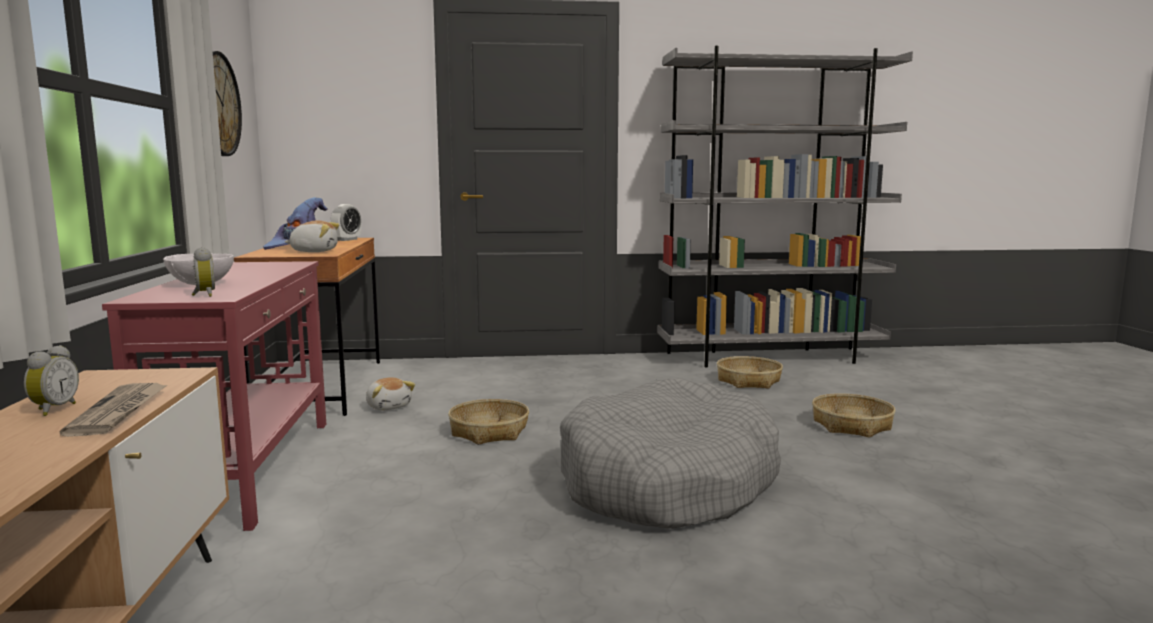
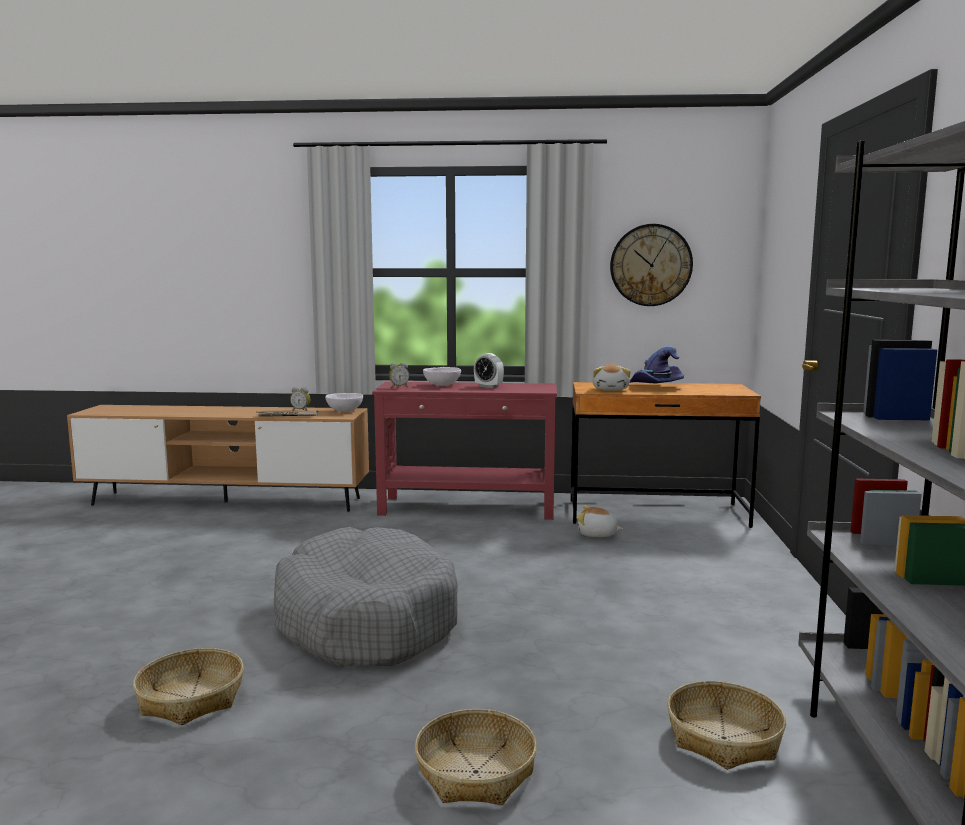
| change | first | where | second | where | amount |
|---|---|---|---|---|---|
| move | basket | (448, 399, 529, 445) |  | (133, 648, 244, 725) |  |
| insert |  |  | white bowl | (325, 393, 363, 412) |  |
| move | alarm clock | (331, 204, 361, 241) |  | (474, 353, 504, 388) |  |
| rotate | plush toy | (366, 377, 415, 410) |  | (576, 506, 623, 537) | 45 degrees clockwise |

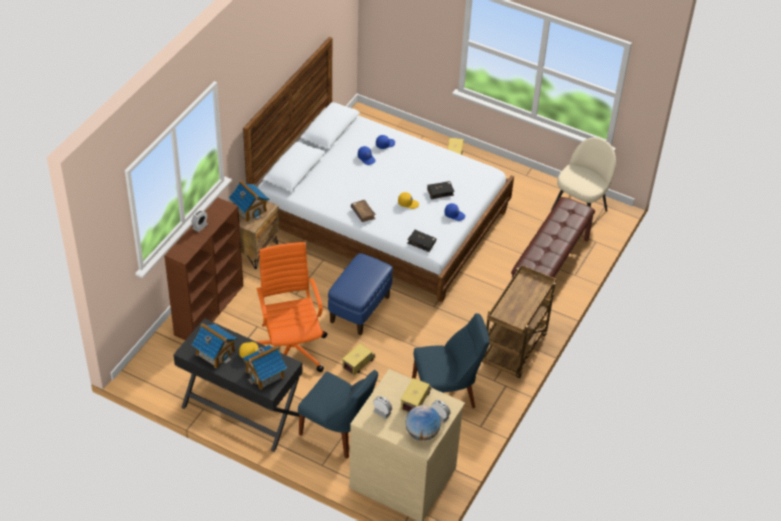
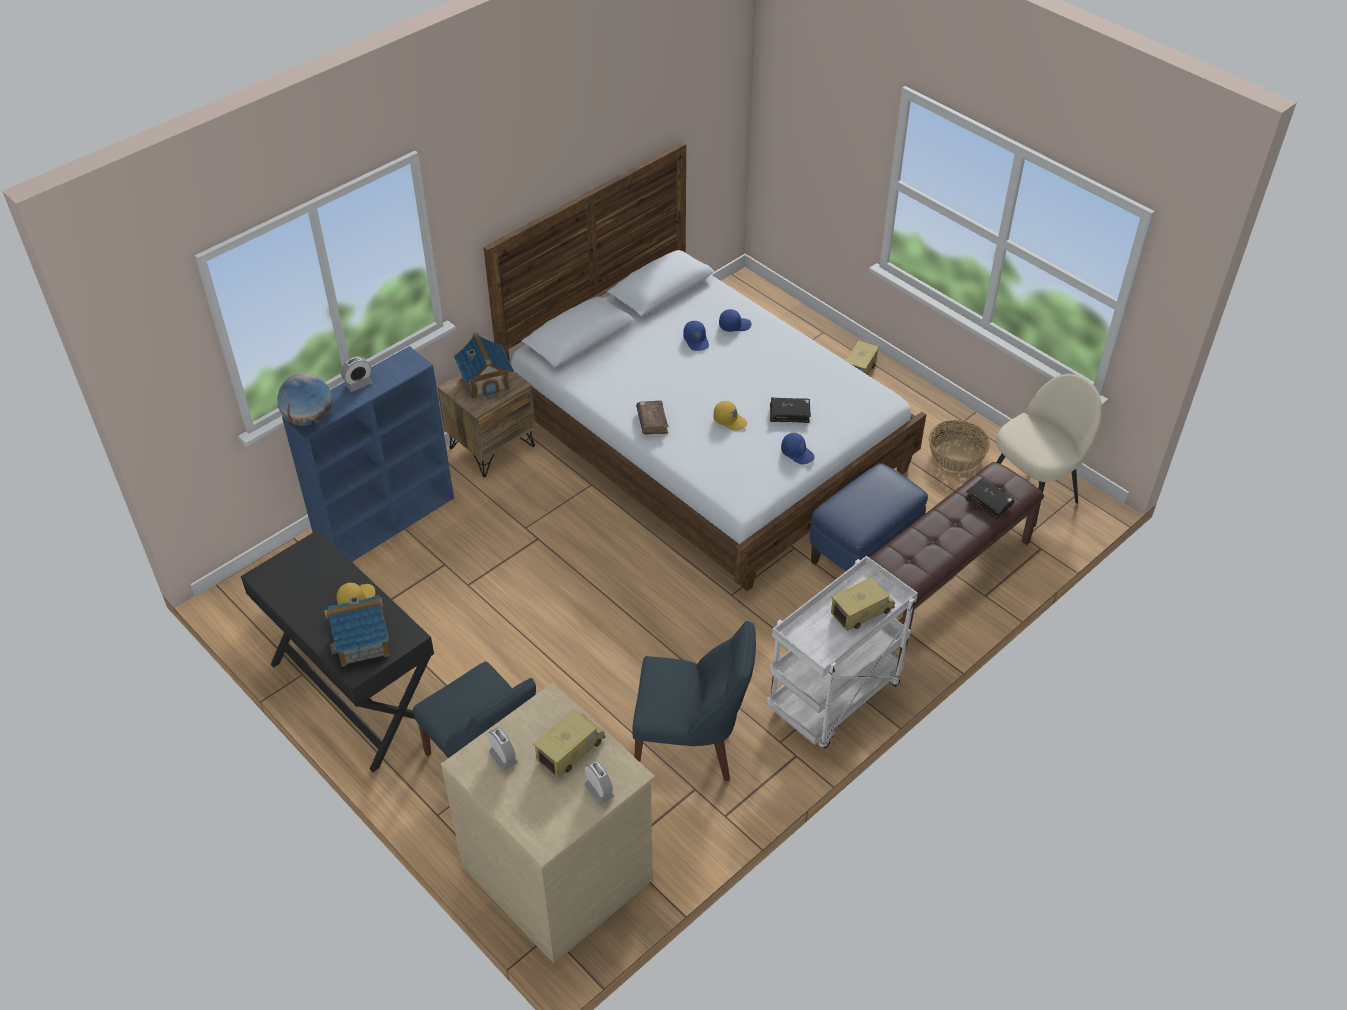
| change | first | where | second | where | amount |
|---|---|---|---|---|---|
| move | globe | (405, 405, 441, 441) |  | (277, 373, 332, 427) |  |
| recolor | brown bookcase | (164, 198, 243, 340) | blue bookcase | (282, 346, 454, 562) |  |
| recolor | brown cart | (482, 265, 556, 378) | white cart | (767, 556, 918, 748) |  |
| move | blue ottoman | (328, 253, 393, 336) |  | (810, 464, 928, 571) |  |
| move | toy truck | (342, 343, 376, 375) |  | (831, 577, 895, 631) |  |
| insert |  |  | basket | (929, 420, 990, 472) |  |
| move | black book | (407, 230, 436, 252) |  | (965, 478, 1015, 520) |  |
| delete | toy house | (192, 323, 237, 368) |  |  |  |
| delete | orange office chair | (256, 242, 327, 372) |  |  |  |

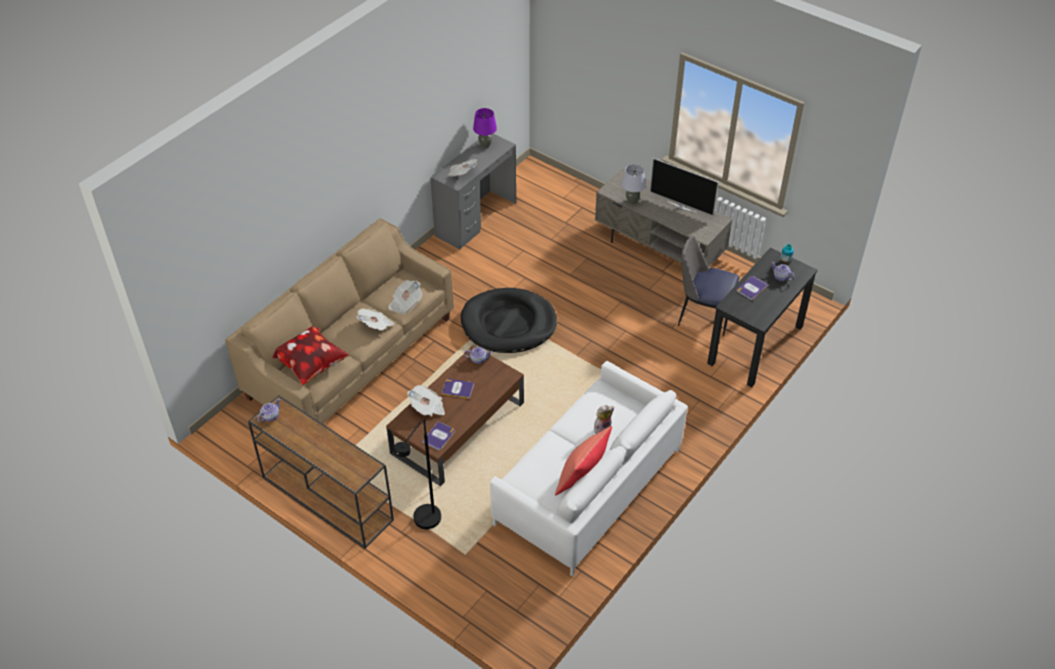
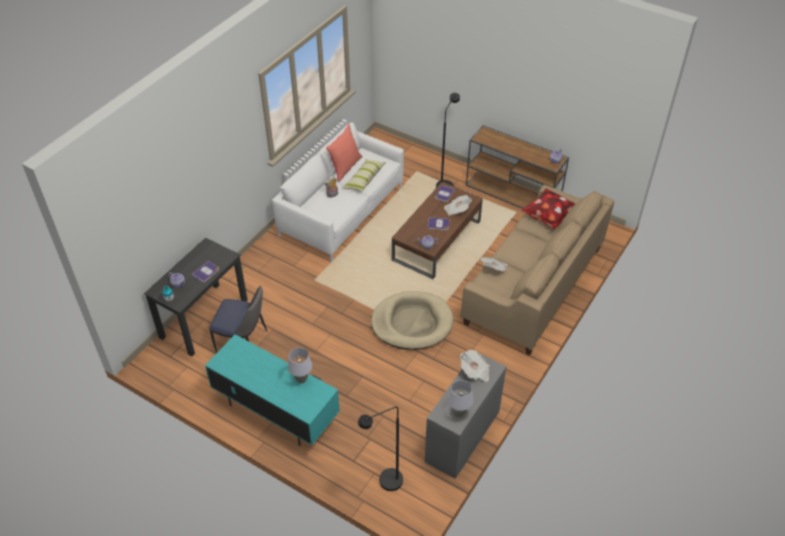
| change | first | where | second | where | amount |
|---|---|---|---|---|---|
| recolor | grey tv stand | (595, 168, 733, 267) | turquoise tv stand | (205, 334, 340, 446) |  |
| insert |  |  | pillow | (342, 159, 386, 192) |  |
| insert |  |  | black floor lamp | (358, 407, 403, 491) |  |
| recolor | black dog bed | (461, 288, 557, 353) | beige dog bed | (371, 291, 454, 350) |  |
| recolor | purple table lamp | (473, 108, 497, 148) | grey table lamp | (448, 380, 474, 417) |  |
| delete | newspaper | (357, 308, 394, 331) |  |  |  |
| delete | television | (650, 158, 719, 216) |  |  |  |

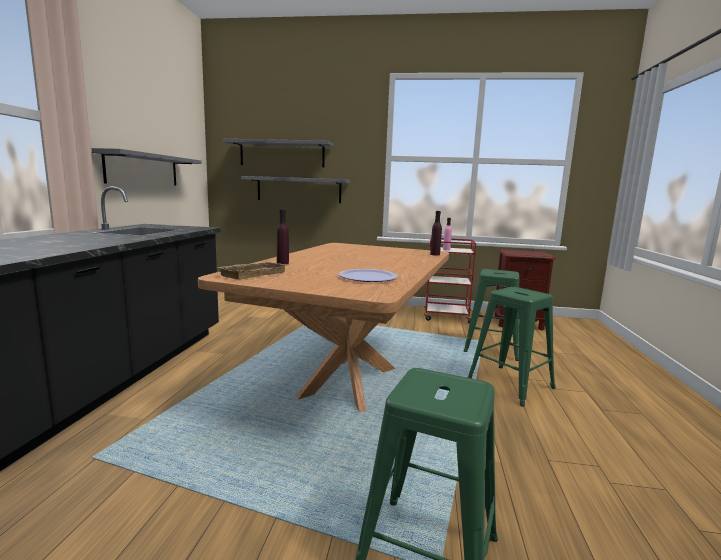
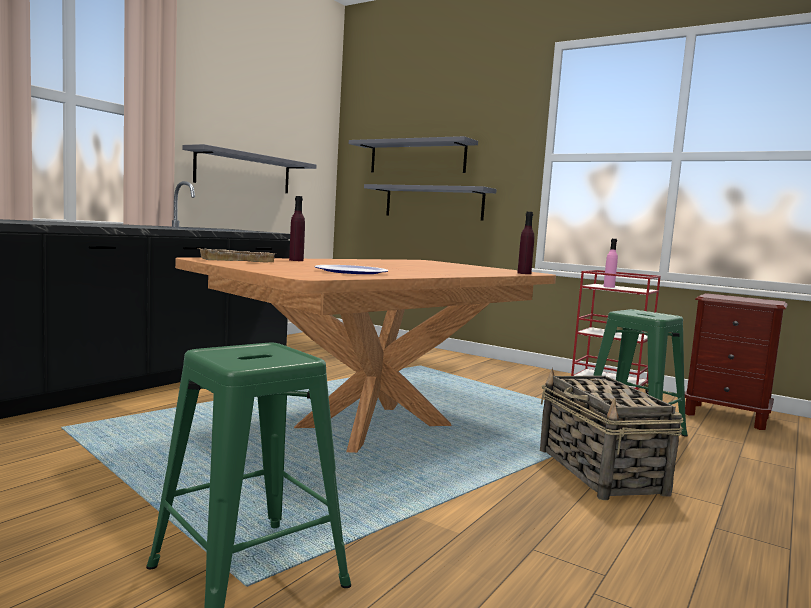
| change | first | where | second | where | amount |
|---|---|---|---|---|---|
| replace | green stool | (468, 287, 556, 407) | basket | (540, 368, 683, 500) |  |

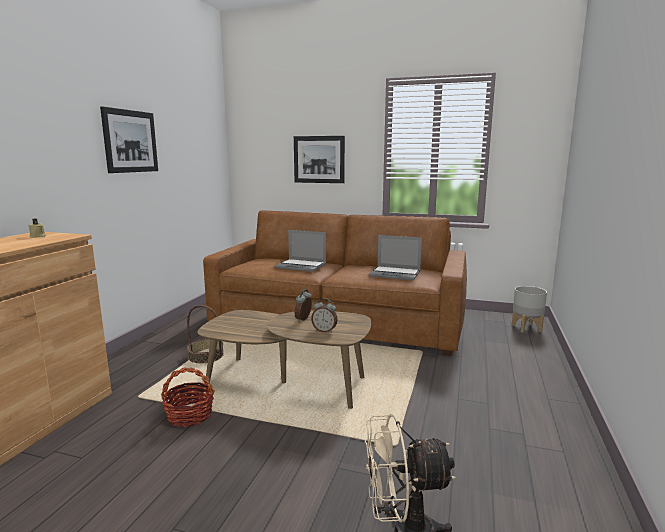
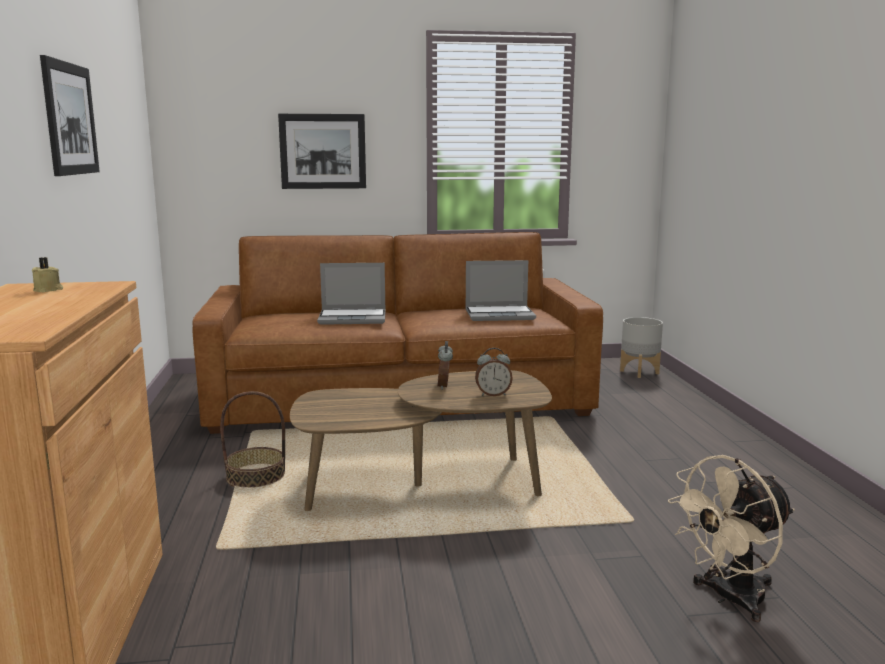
| change | first | where | second | where | amount |
|---|---|---|---|---|---|
| delete | basket | (161, 367, 215, 427) |  |  |  |

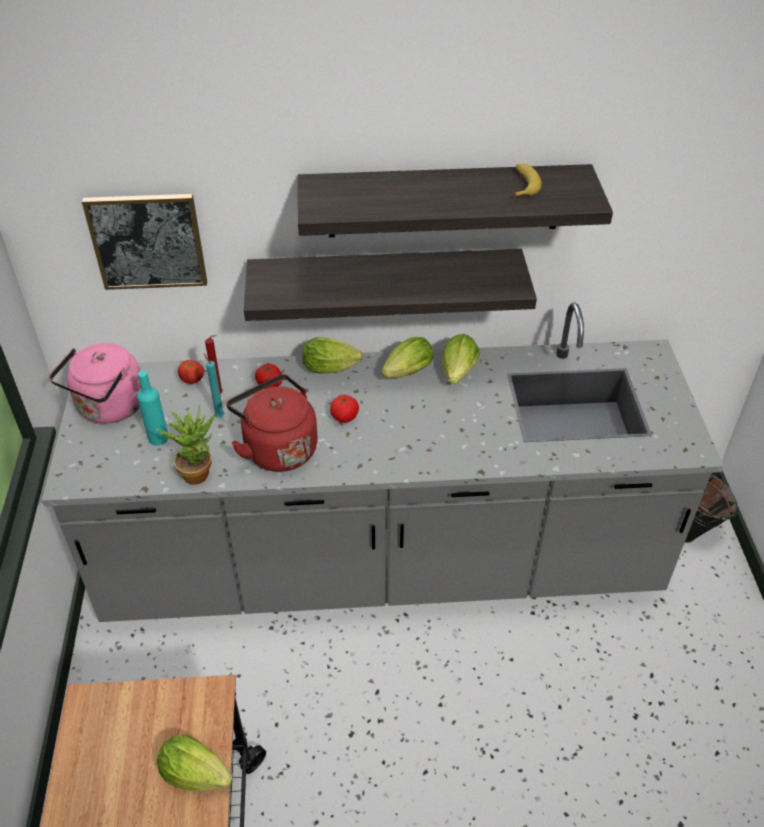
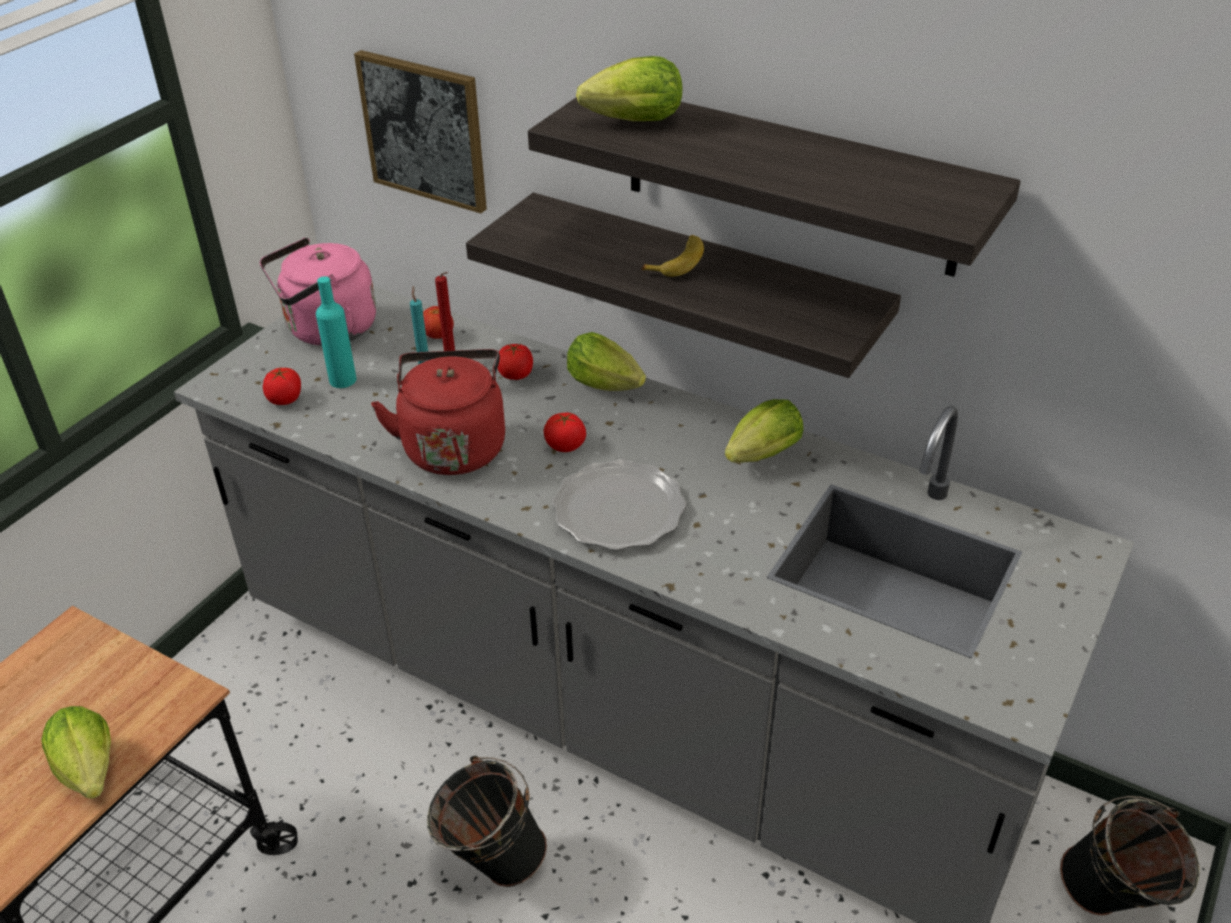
| change | first | where | second | where | amount |
|---|---|---|---|---|---|
| insert |  |  | tomato | (263, 368, 301, 405) |  |
| insert |  |  | black bucket | (427, 756, 547, 887) |  |
| insert |  |  | plate | (552, 459, 686, 550) |  |
| move | lettuce | (381, 337, 433, 378) |  | (576, 56, 682, 121) |  |
| move | banana | (514, 164, 542, 197) |  | (641, 235, 704, 277) |  |
| delete | potted plant | (156, 405, 215, 485) |  |  |  |

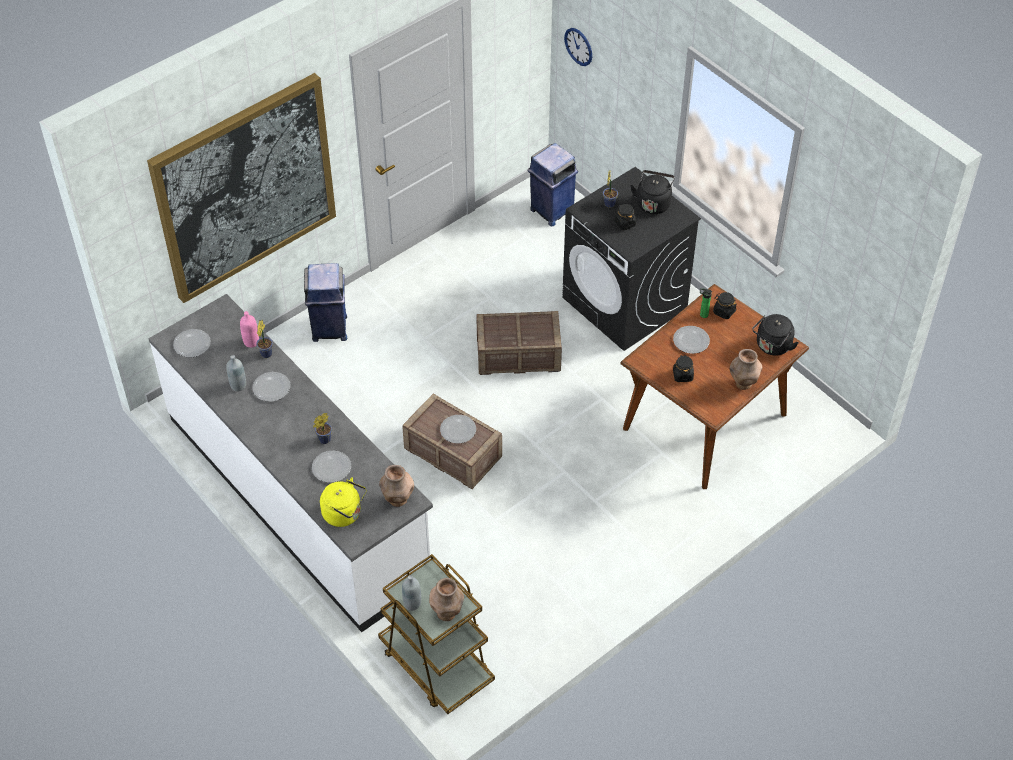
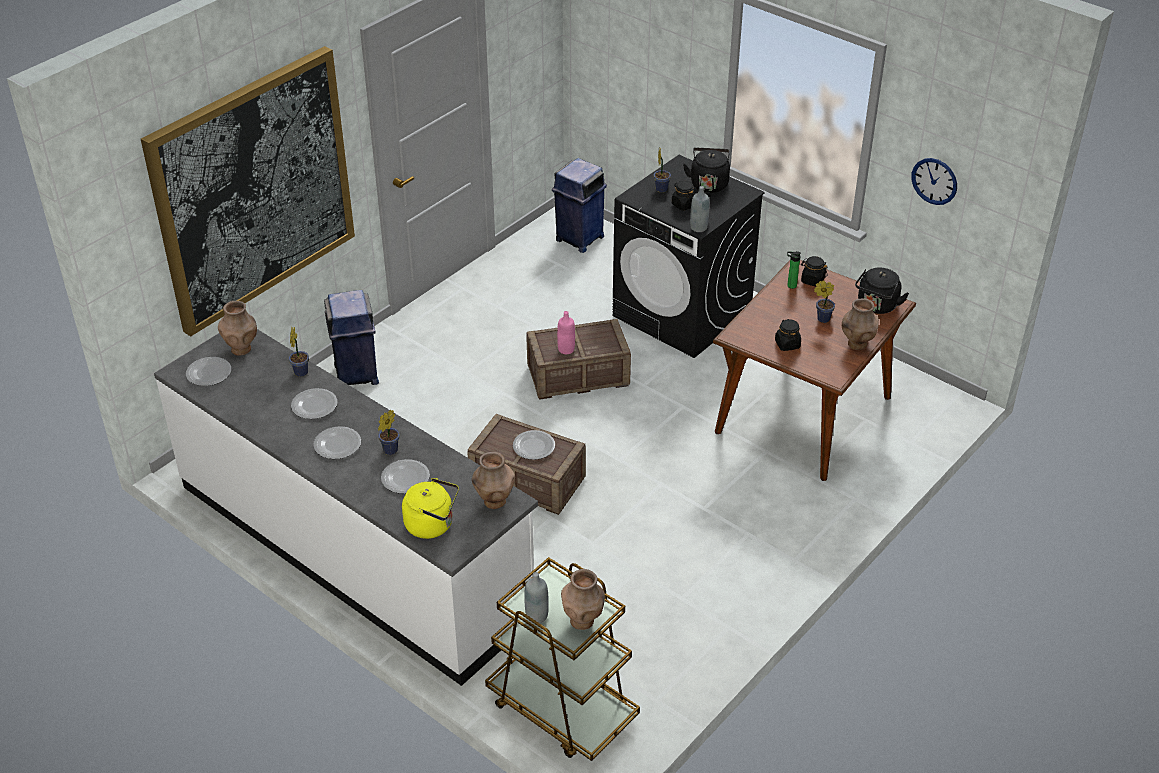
| change | first | where | second | where | amount |
|---|---|---|---|---|---|
| insert |  |  | brown vase | (218, 301, 257, 356) |  |
| move | plate | (673, 326, 710, 354) |  | (313, 426, 361, 459) |  |
| move | pink bottle | (240, 311, 259, 348) |  | (557, 311, 575, 354) |  |
| move | grey bottle | (226, 355, 246, 392) |  | (690, 186, 709, 232) |  |
| insert |  |  | potted plant | (814, 280, 835, 323) |  |
| move | wall clock | (564, 28, 592, 66) |  | (911, 158, 957, 205) |  |

